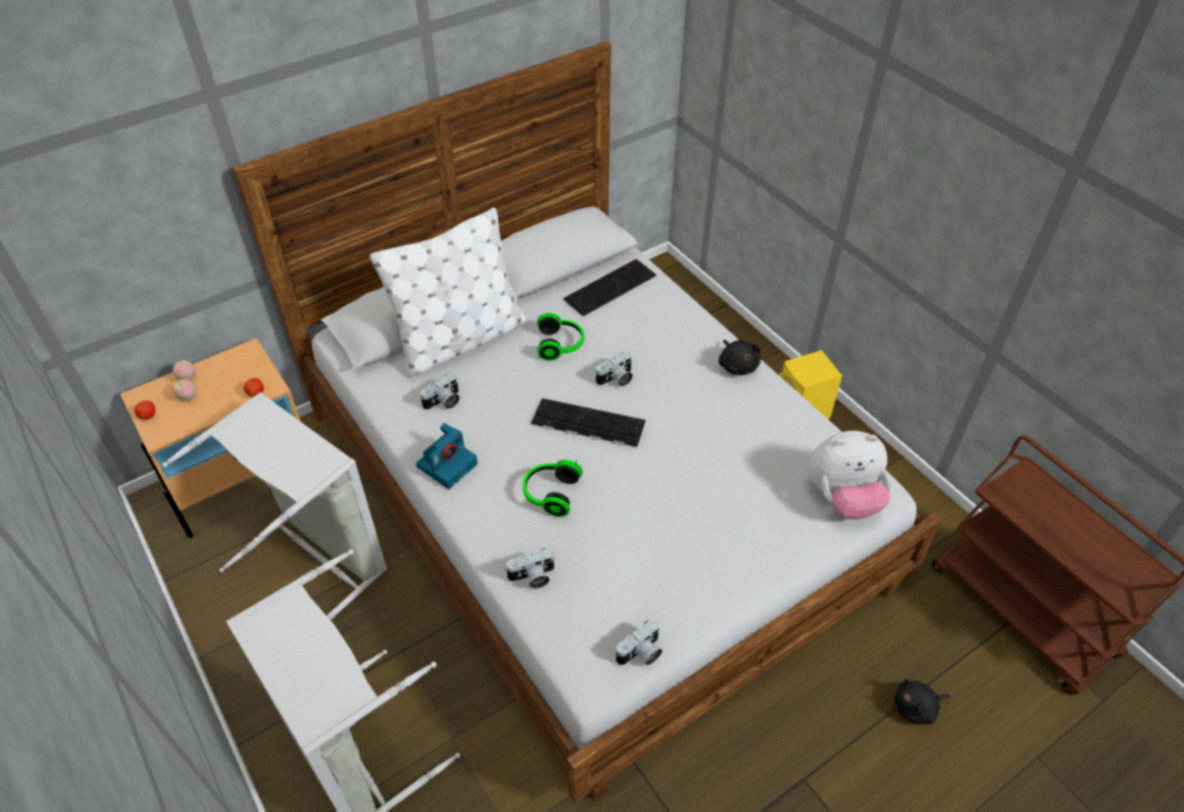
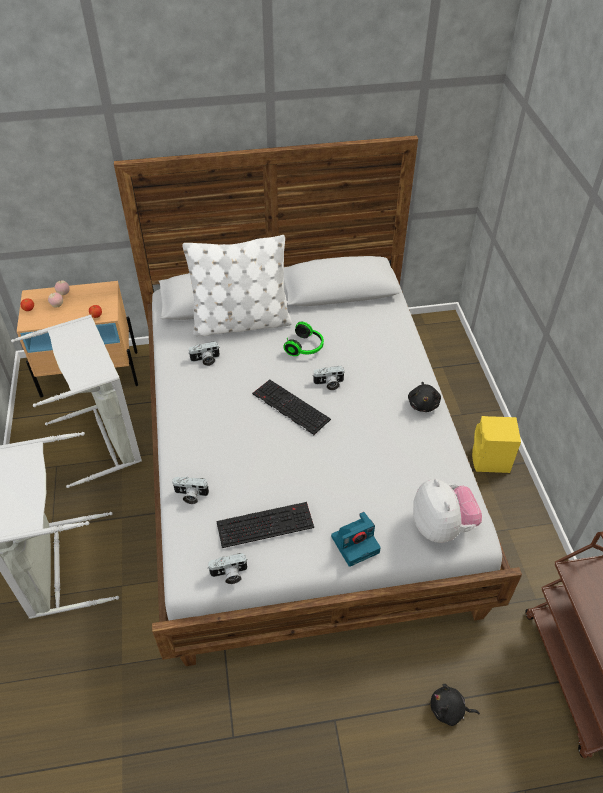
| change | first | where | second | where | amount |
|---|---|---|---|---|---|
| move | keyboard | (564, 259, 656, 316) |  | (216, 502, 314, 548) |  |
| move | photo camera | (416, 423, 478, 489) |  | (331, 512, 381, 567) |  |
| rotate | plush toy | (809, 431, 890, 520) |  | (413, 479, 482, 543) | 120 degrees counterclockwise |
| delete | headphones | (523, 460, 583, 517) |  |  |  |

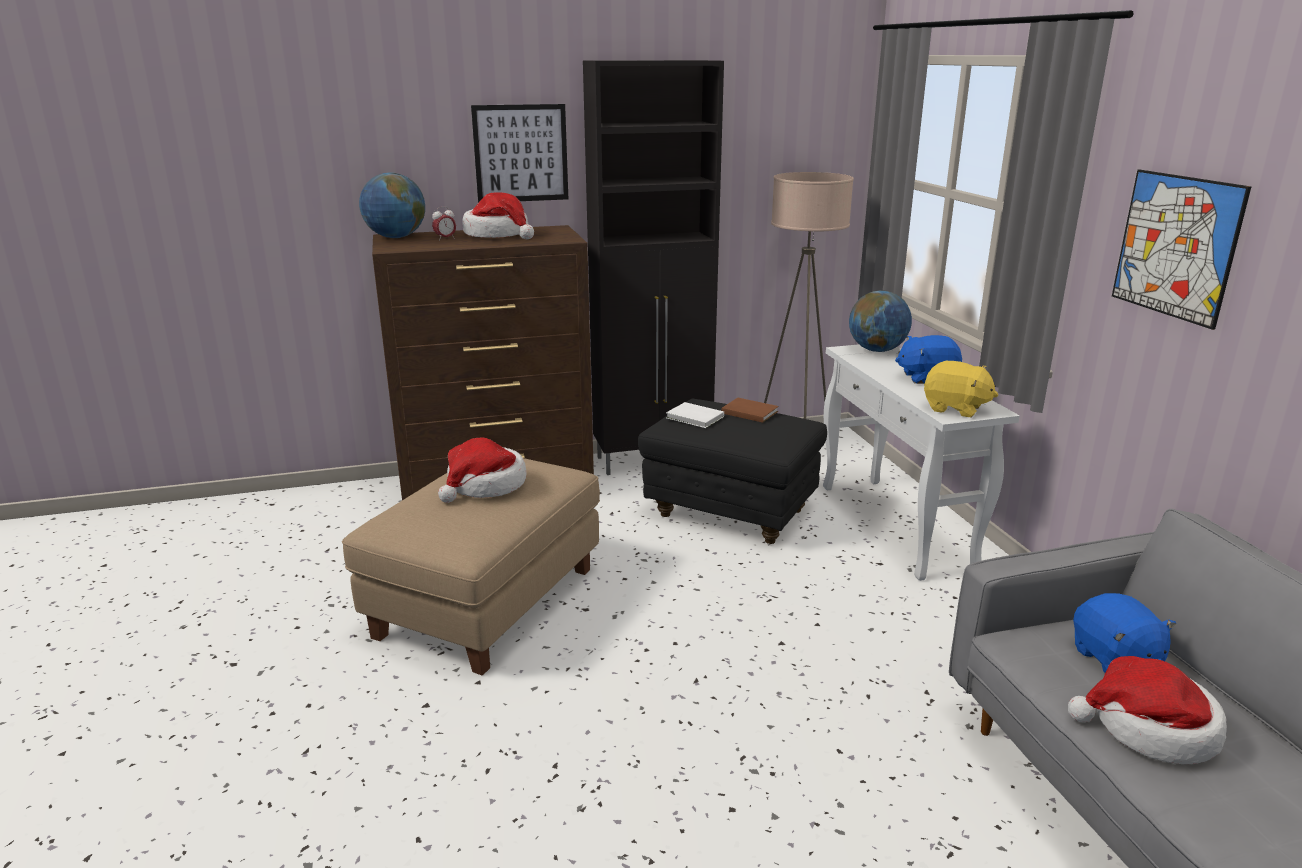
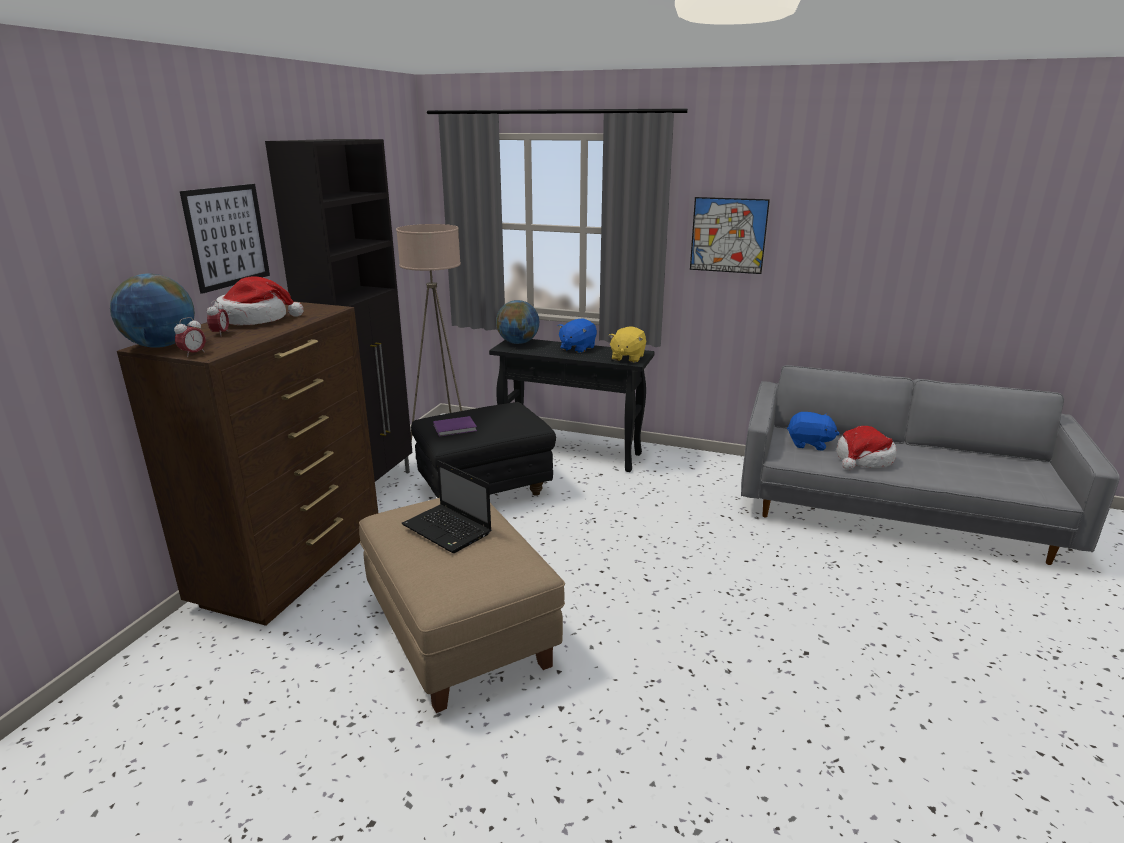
| change | first | where | second | where | amount |
|---|---|---|---|---|---|
| insert |  |  | alarm clock | (174, 317, 206, 357) |  |
| replace | hat | (438, 437, 527, 503) | laptop | (402, 460, 491, 553) |  |
| recolor | white book | (666, 402, 724, 428) | purple book | (433, 416, 477, 436) |  |
| recolor | white console table | (823, 344, 1020, 581) | black console table | (489, 339, 655, 472) |  |
| rotate | yellow plush toy | (924, 361, 998, 417) |  | (609, 326, 646, 363) | 135 degrees clockwise |
| delete | brown book | (722, 398, 779, 423) |  |  |  |

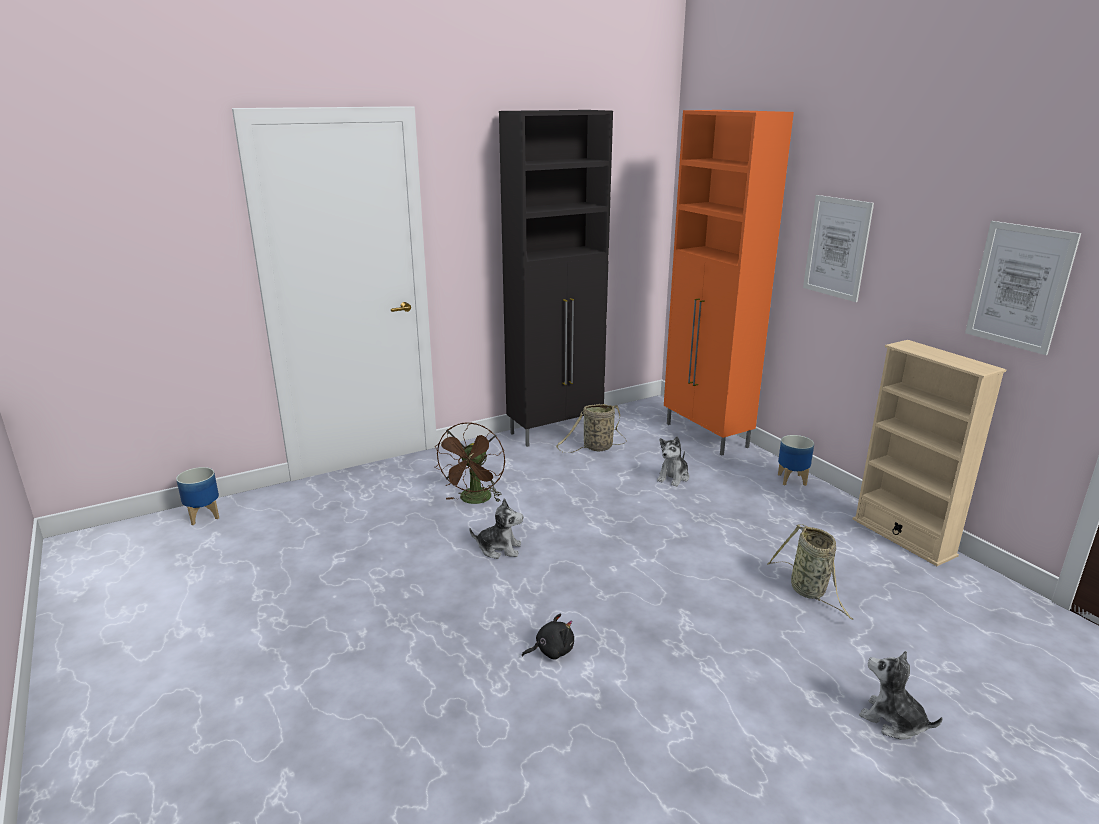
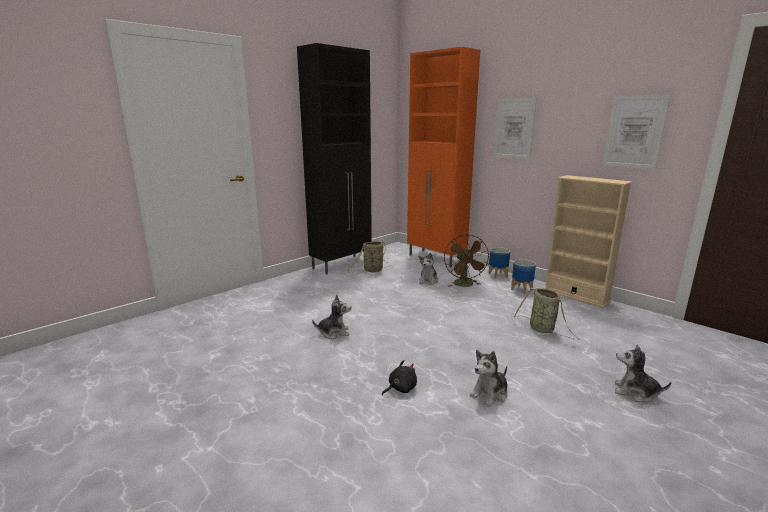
| change | first | where | second | where | amount |
|---|---|---|---|---|---|
| move | brown fan | (435, 422, 505, 504) |  | (444, 235, 490, 287) |  |
| insert |  |  | plush toy | (470, 350, 508, 407) |  |
| move | planter | (176, 467, 219, 525) |  | (511, 259, 536, 294) |  |

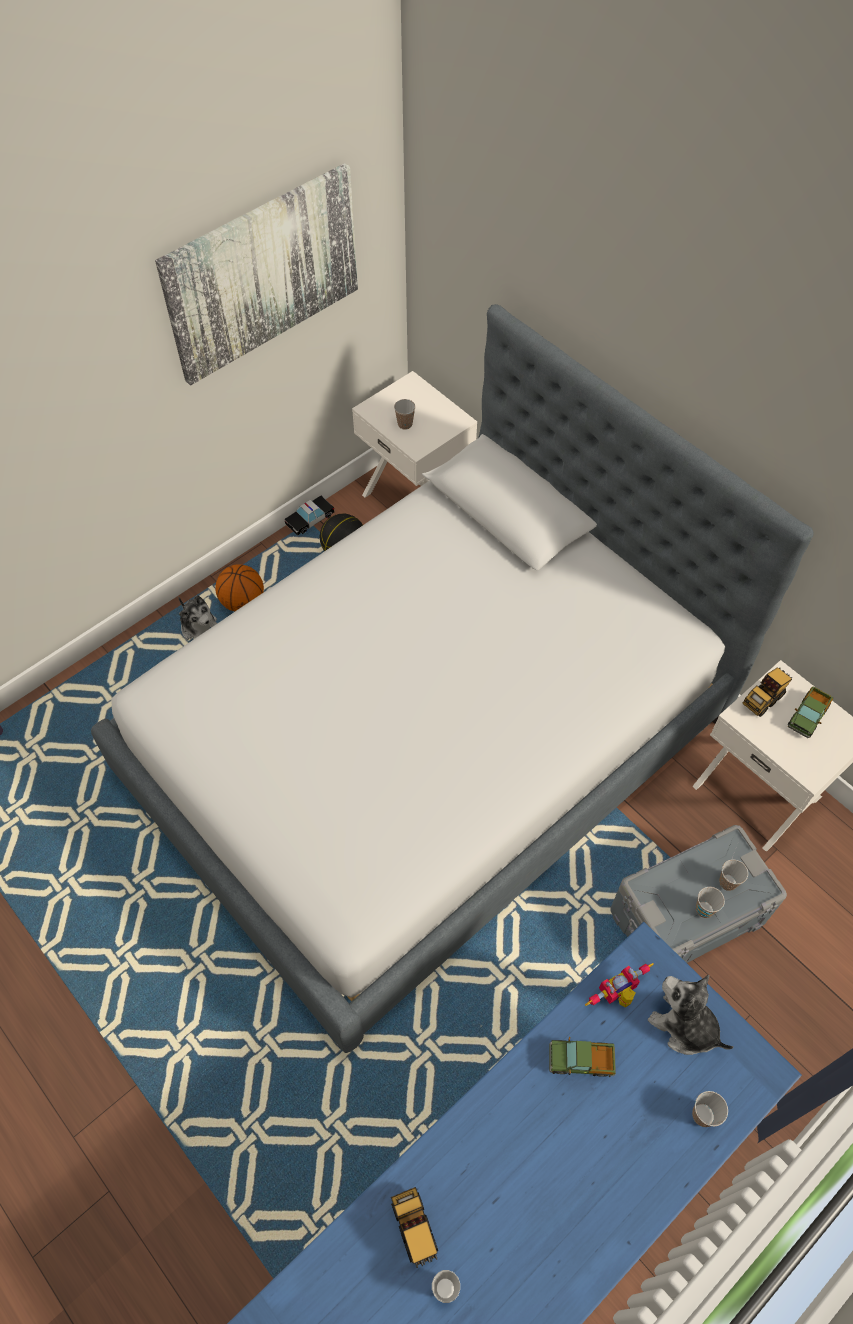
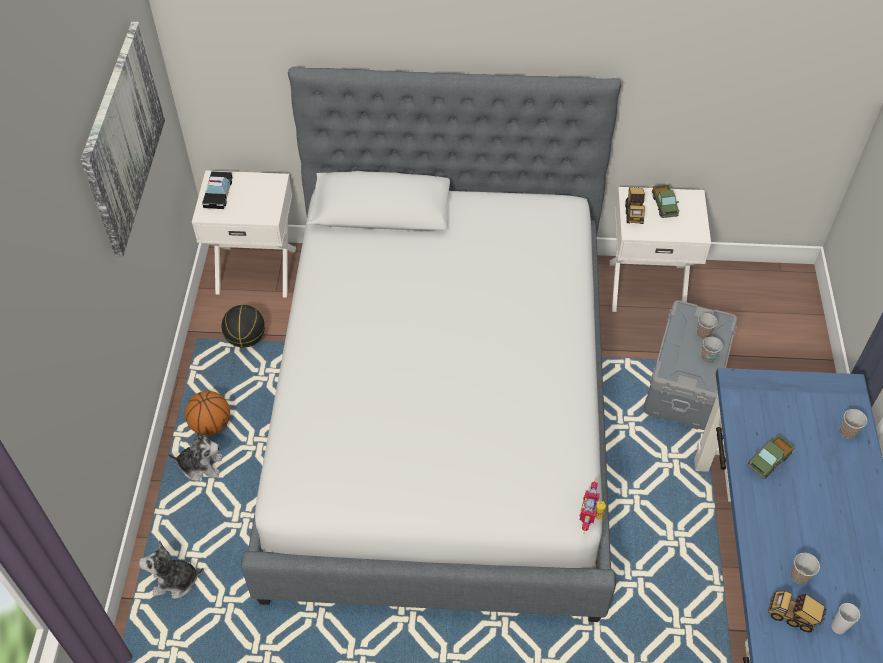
| change | first | where | second | where | amount |
|---|---|---|---|---|---|
| move | plush toy | (648, 975, 734, 1055) |  | (139, 540, 204, 599) |  |
| move | toy car | (284, 496, 334, 536) |  | (202, 171, 232, 209) |  |
| move | toy robot | (585, 963, 654, 1008) |  | (580, 478, 606, 534) |  |
| move | cup | (394, 399, 415, 430) |  | (791, 553, 820, 584) |  |

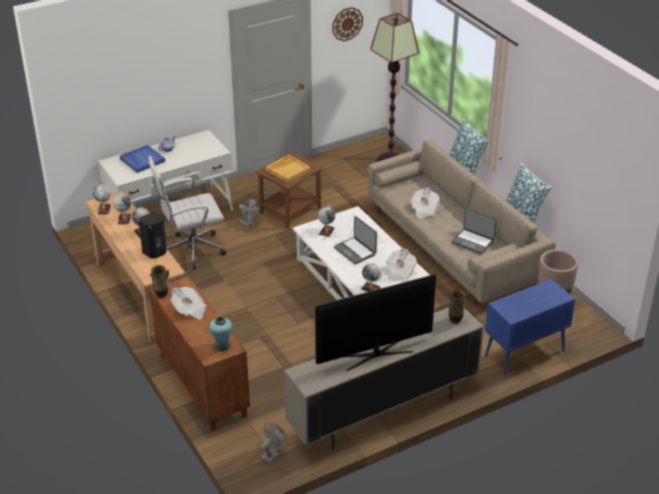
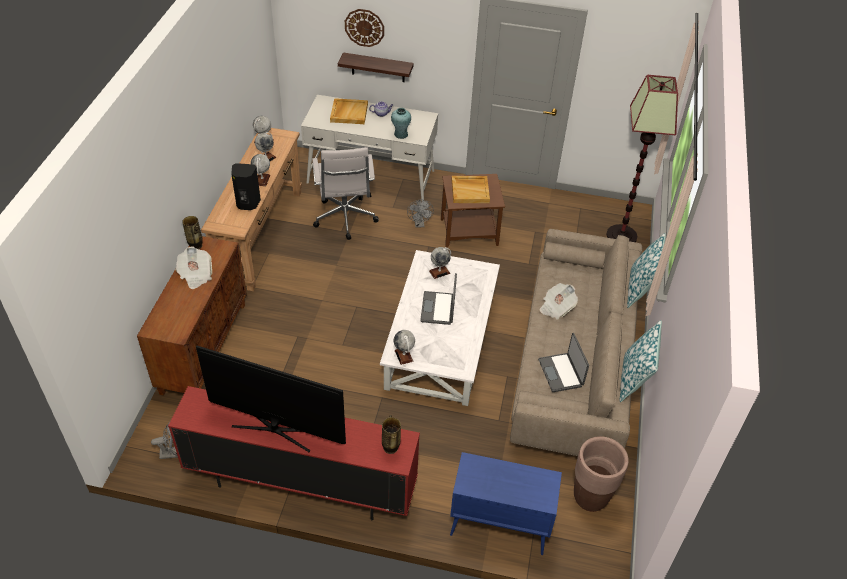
| change | first | where | second | where | amount |
|---|---|---|---|---|---|
| recolor | beige tv stand | (284, 307, 484, 450) | red tv stand | (168, 386, 420, 520) |  |
| rotate | white office chair | (149, 156, 226, 269) |  | (312, 147, 379, 240) | 120 degrees counterclockwise |
| recolor | blue tray | (120, 145, 165, 173) | beige tray | (330, 98, 368, 124) |  |
| insert |  |  | shelf | (338, 52, 414, 82) |  |
| move | wall clock | (332, 7, 363, 41) |  | (345, 9, 384, 47) |  |
| move | turquoise vase | (209, 316, 233, 351) |  | (391, 108, 411, 139) |  |
| delete | newspaper | (386, 249, 417, 281) |  |  |  |

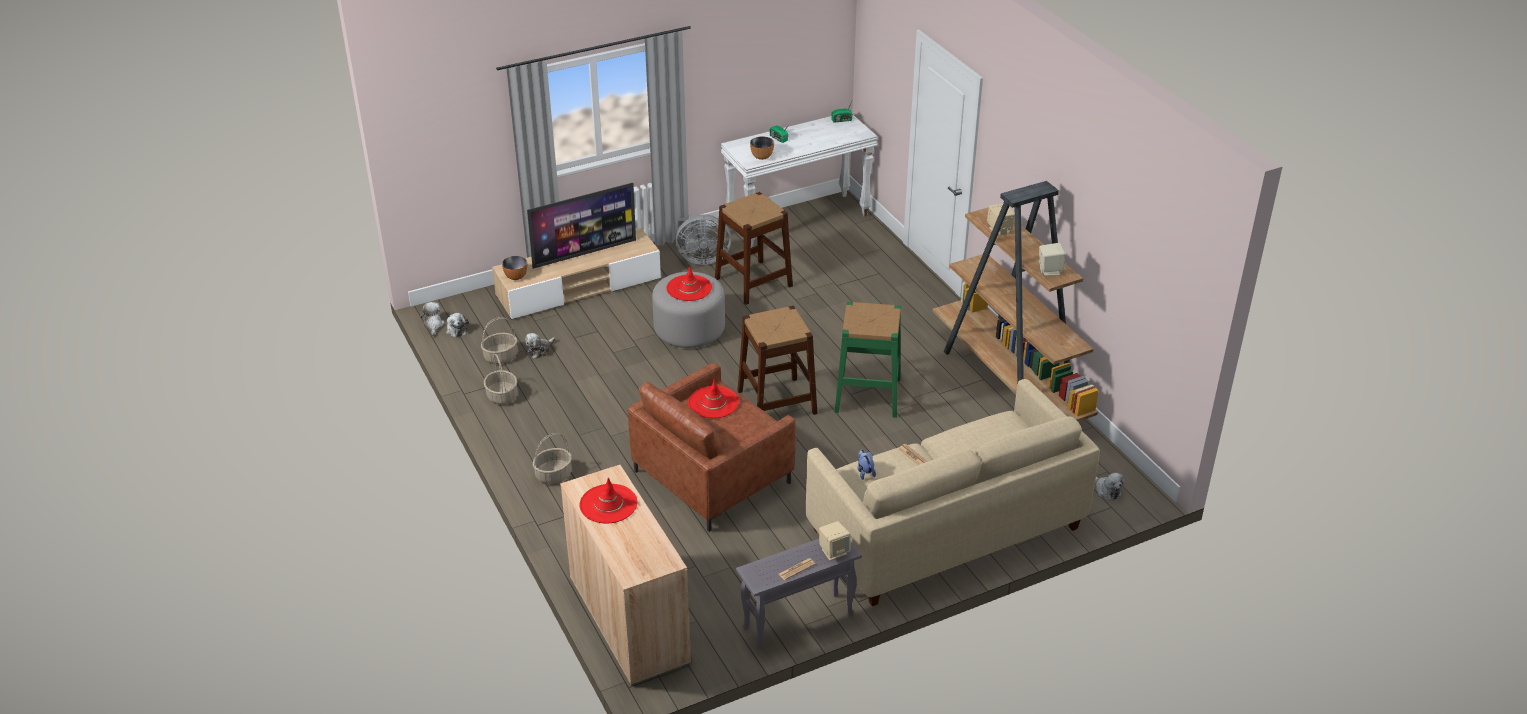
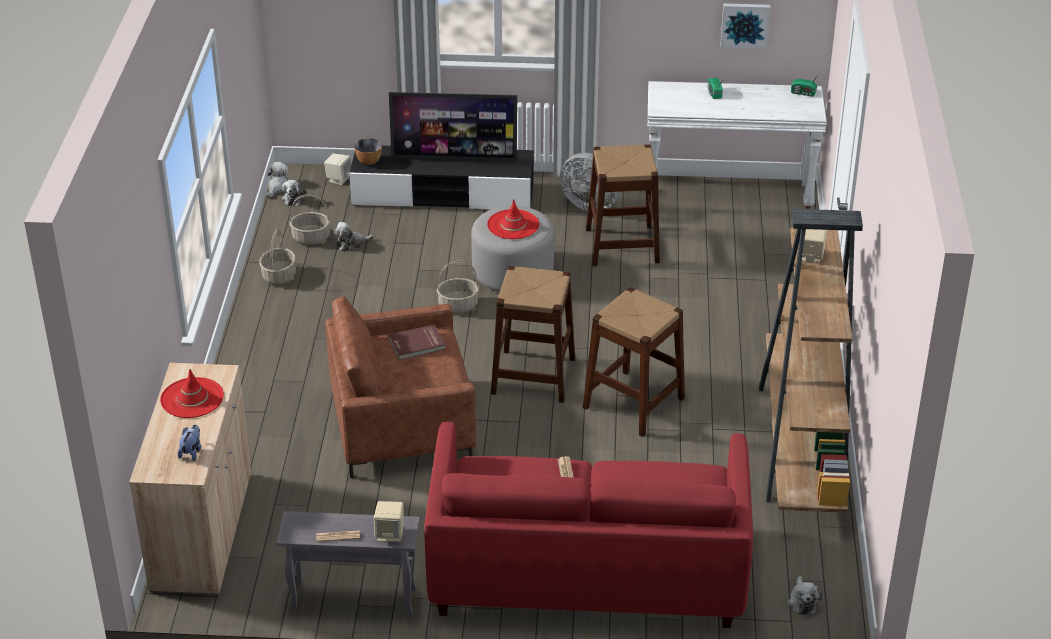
| change | first | where | second | where | amount |
|---|---|---|---|---|---|
| move | plush toy | (857, 450, 876, 480) |  | (178, 425, 201, 461) |  |
| move | beige speaker | (1039, 243, 1065, 276) |  | (324, 154, 352, 185) |  |
| recolor | beige tv stand | (492, 228, 661, 320) | black tv stand | (350, 146, 534, 210) |  |
| replace | red hat | (688, 379, 739, 418) | red book | (388, 324, 446, 360) |  |
| recolor | beige sofa | (806, 379, 1100, 606) | red sofa | (424, 422, 753, 628) |  |
| move | basket | (533, 433, 572, 484) |  | (437, 260, 479, 313) |  |
| recolor | green stool | (835, 302, 901, 418) | brown stool | (583, 287, 685, 437) |  |
| insert |  |  | picture | (720, 3, 771, 49) |  |
| delete | bowl | (750, 136, 774, 160) |  |  |  |

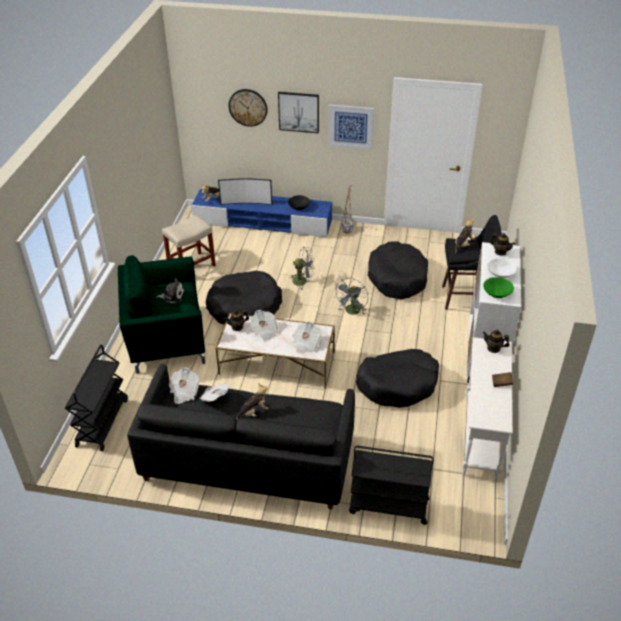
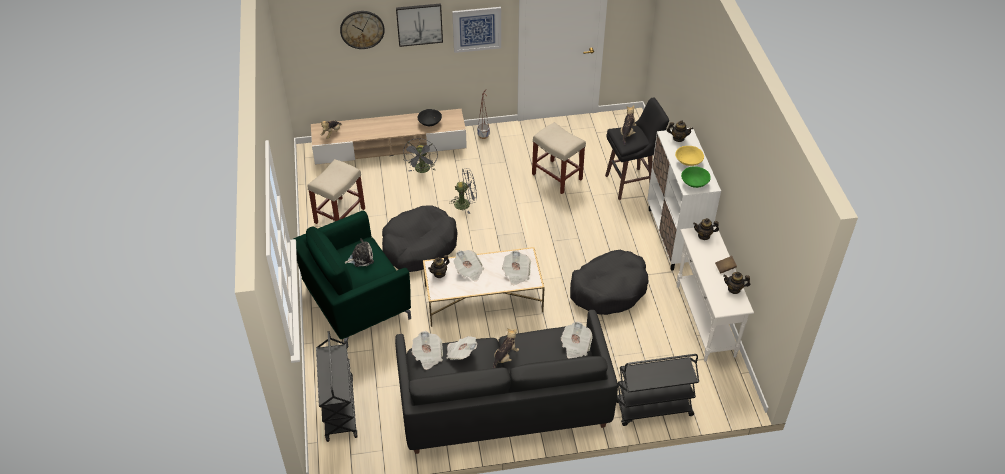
| change | first | where | second | where | amount |
|---|---|---|---|---|---|
| recolor | blue tv stand | (191, 189, 332, 237) | beige tv stand | (311, 109, 467, 165) |  |
| move | grey fan | (334, 278, 368, 315) |  | (403, 138, 438, 173) |  |
| replace | black dog bed | (368, 241, 428, 299) | beige stool | (532, 122, 586, 194) |  |
| insert |  |  | newspaper | (561, 322, 593, 358) |  |
| recolor | white bowl | (487, 258, 517, 278) | yellow bowl | (675, 146, 704, 166) |  |
| insert |  |  | teapot | (723, 272, 750, 294) |  |
| delete | television | (218, 178, 272, 205) |  |  |  |

